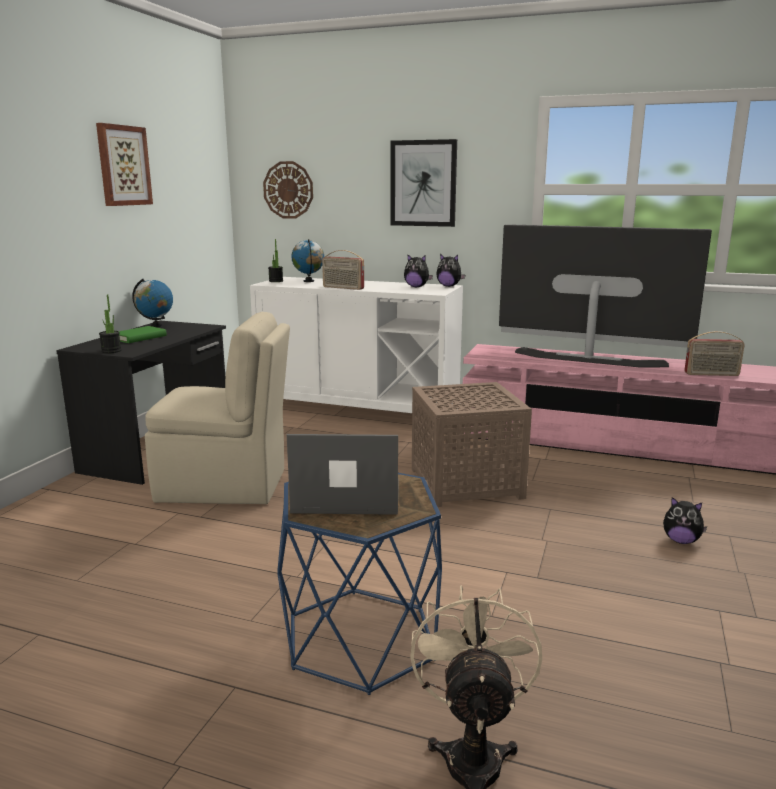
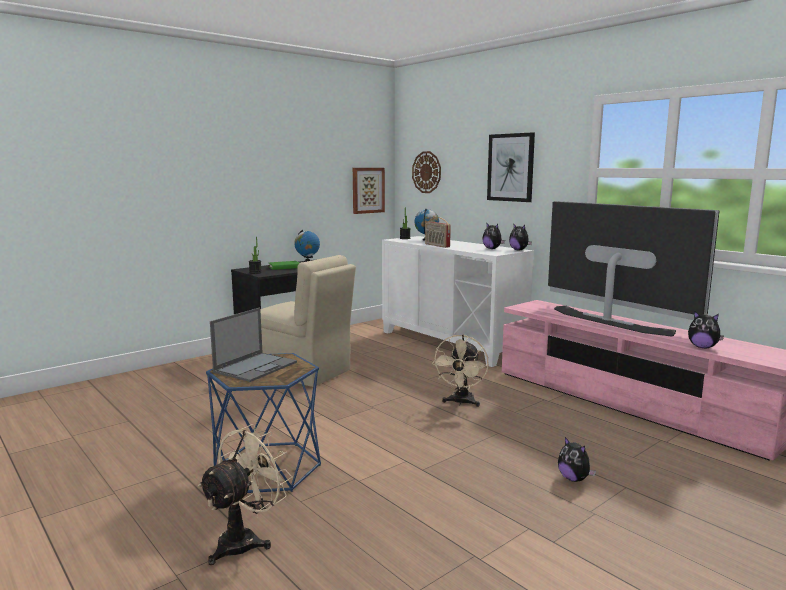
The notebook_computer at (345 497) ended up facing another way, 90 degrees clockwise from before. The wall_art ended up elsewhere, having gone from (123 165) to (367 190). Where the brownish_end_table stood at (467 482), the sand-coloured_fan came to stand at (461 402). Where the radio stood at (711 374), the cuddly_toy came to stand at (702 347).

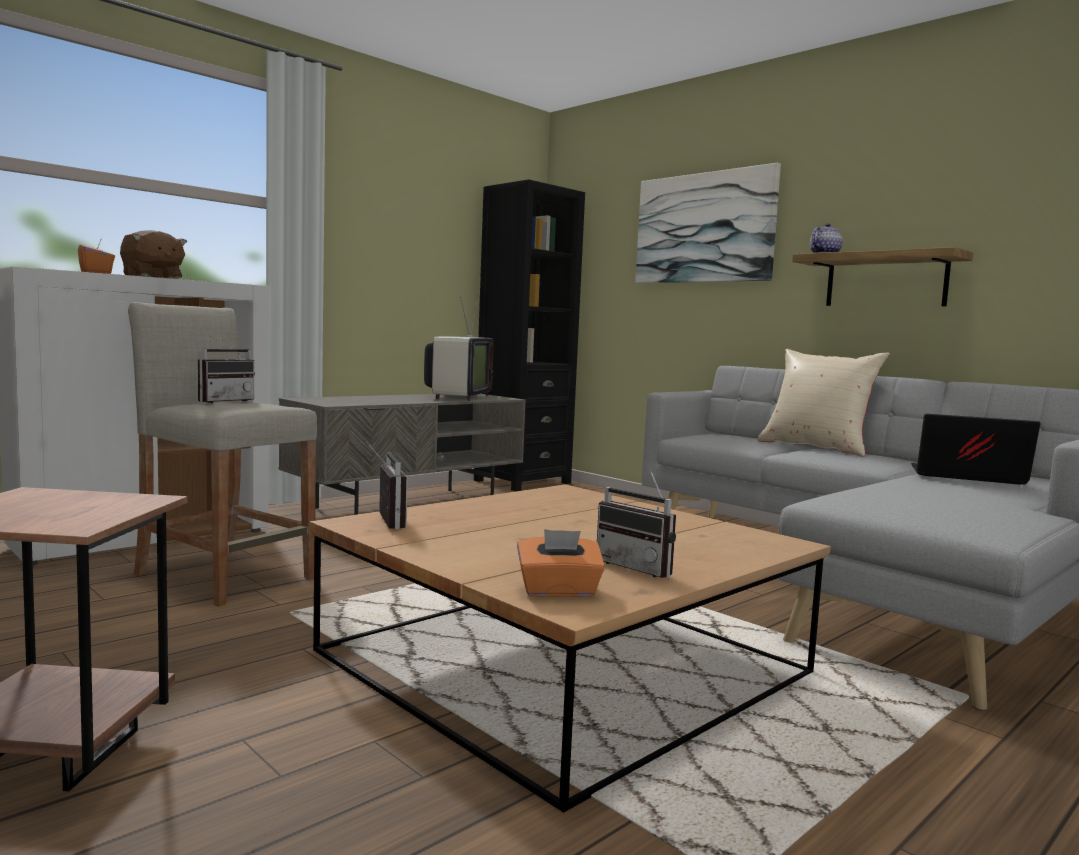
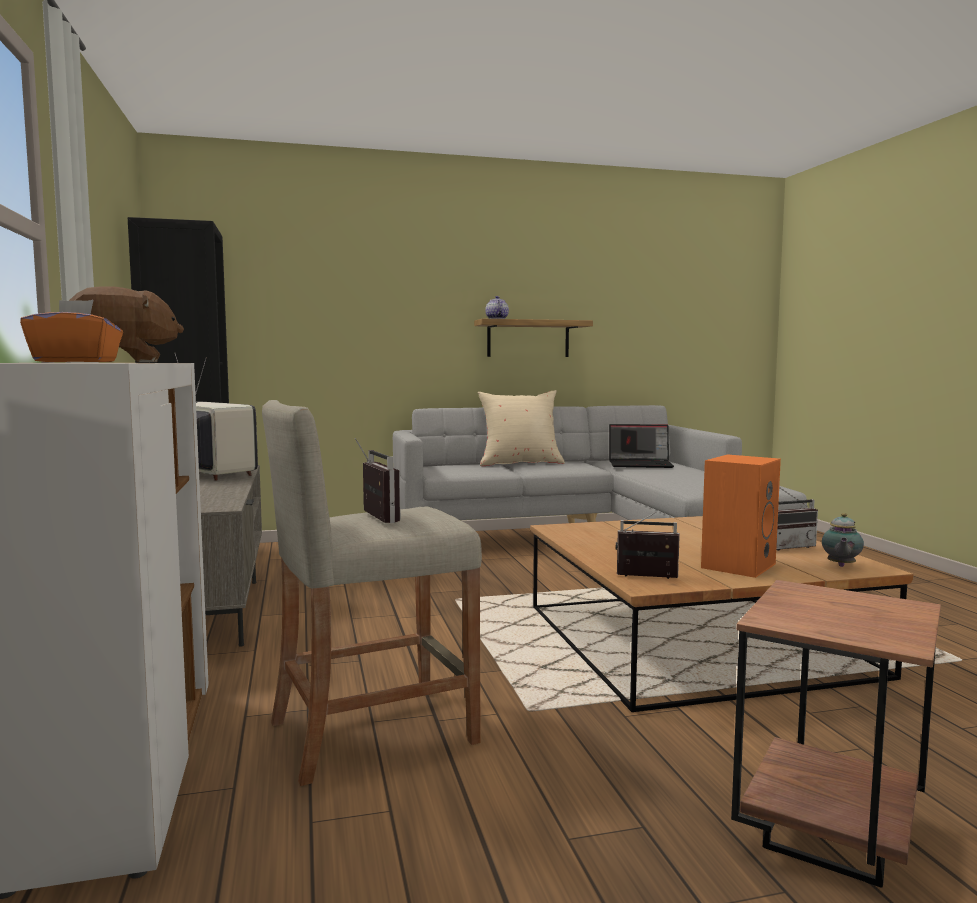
The notebook_computer at (965 477) ended up facing another way, 135 degrees counterclockwise from before. The second view gained the orange_loudspeaker at (737 565). Where the orange_tissue_box stood at (558 591), the tea_pot came to stand at (840 566). The second view lost the wall_art at (704 228).

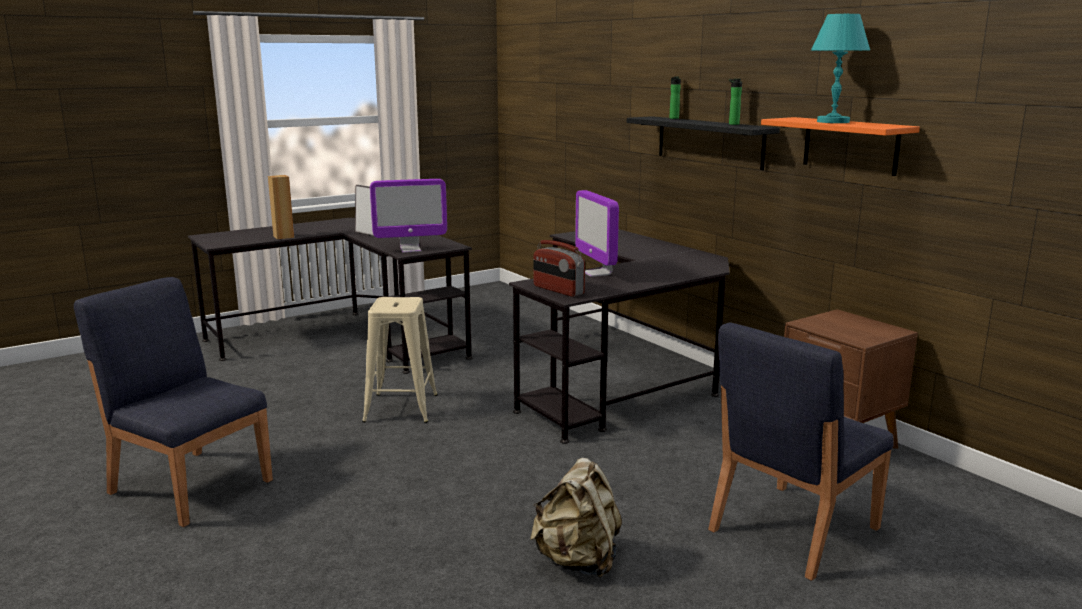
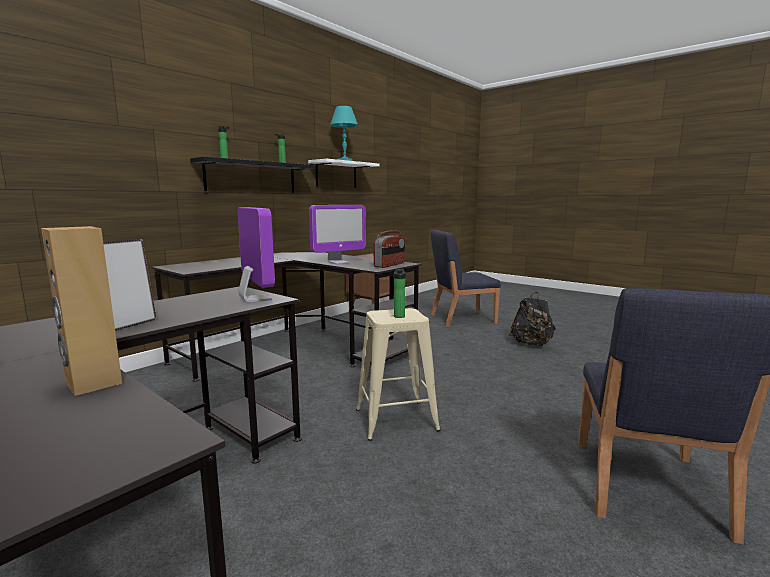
What was the orange_wall_shelf at (850 145) turned into the white-coloured_wall_shelf at (336 175). The second view gained the bottle at (399 316). The blue_chair at (792 529) ended up facing another way, 135 degrees clockwise from before. What was the sand-coloured_backpack at (578 561) turned into the blackish_backpack at (531 344).

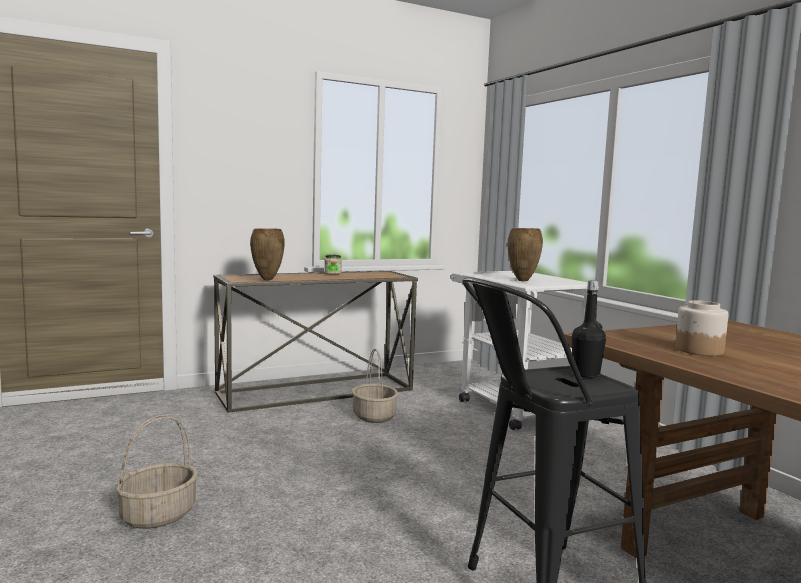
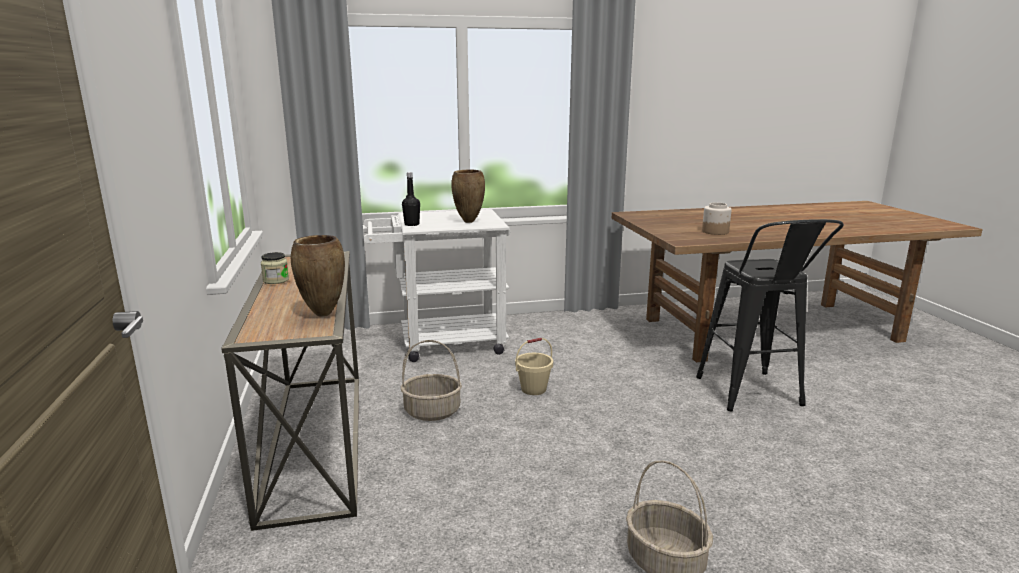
The blackish_bottle ended up elsewhere, having gone from (585 374) to (412 224). The second view gained the sand-coloured_bucket at (533 389).

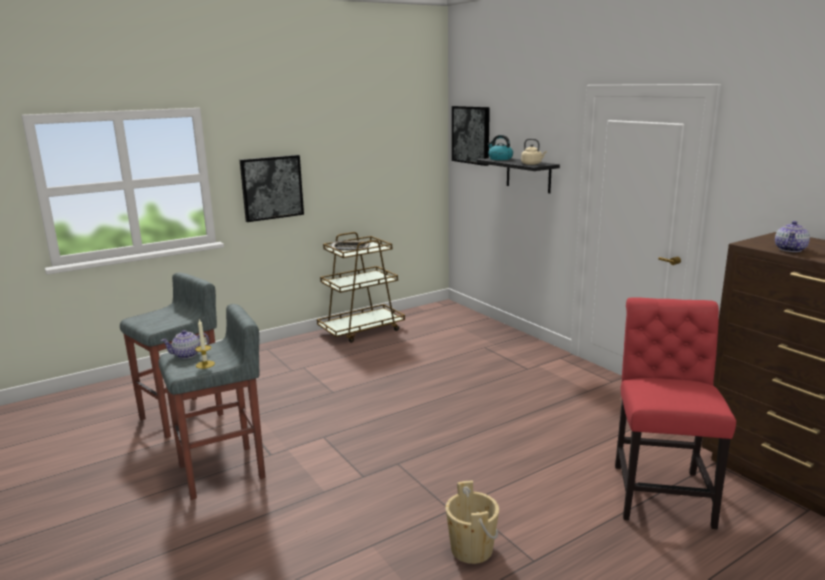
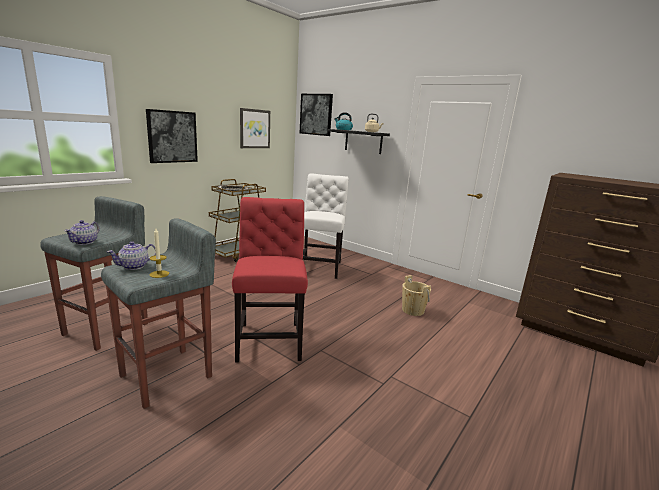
The tea_pot ended up elsewhere, having gone from (790 249) to (85 242). The red_chair ended up elsewhere, having gone from (660 491) to (270 339). The second view gained the wall_art at (254 129). The second view gained the white-coloured_chair at (320 267). The sand-coloured_bucket ended up elsewhere, having gone from (471 549) to (413 310).

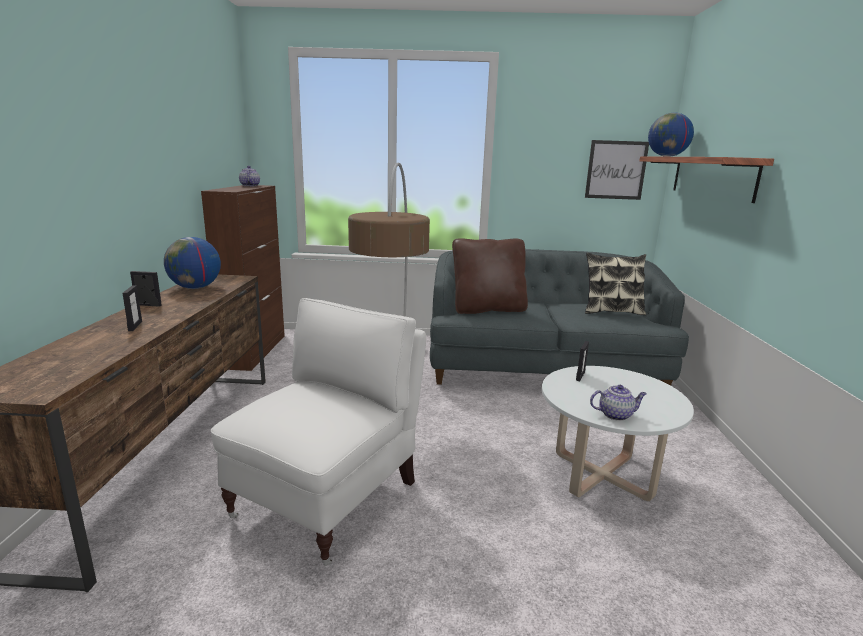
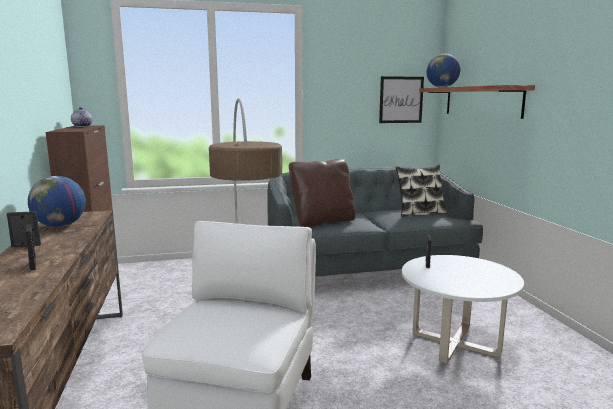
The second view lost the tea_pot at (616 415).

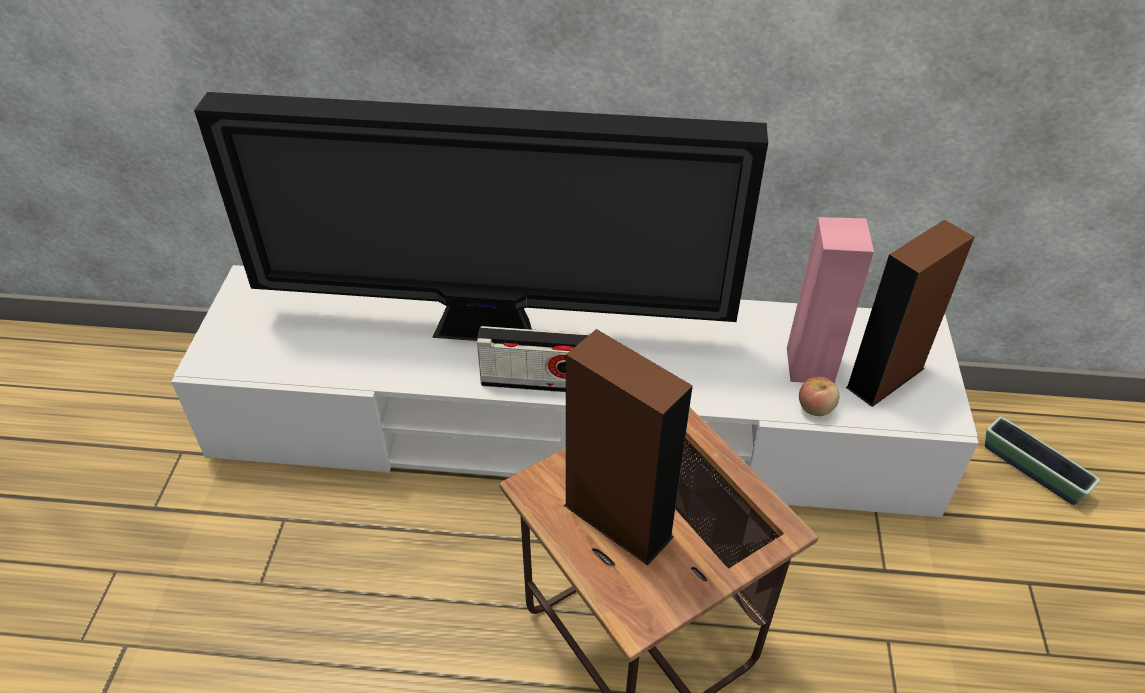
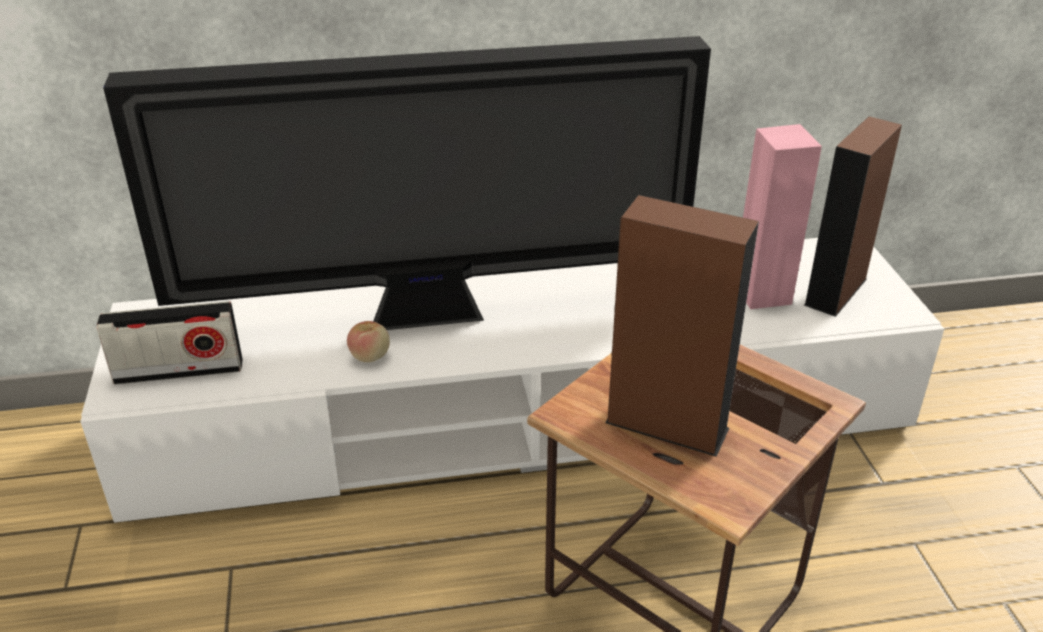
The radio ended up elsewhere, having gone from (537 382) to (179 371). The apple ended up elsewhere, having gone from (815 408) to (370 356). The second view lost the flower_pot at (1032 470).

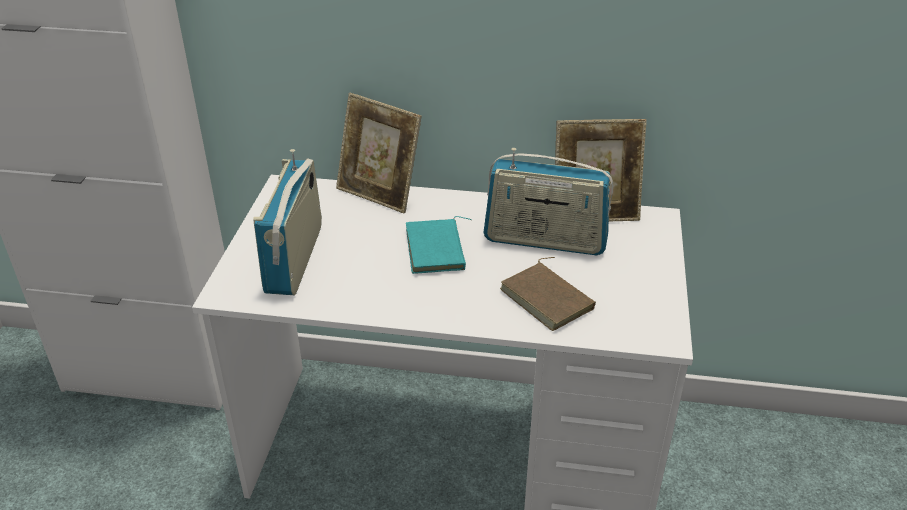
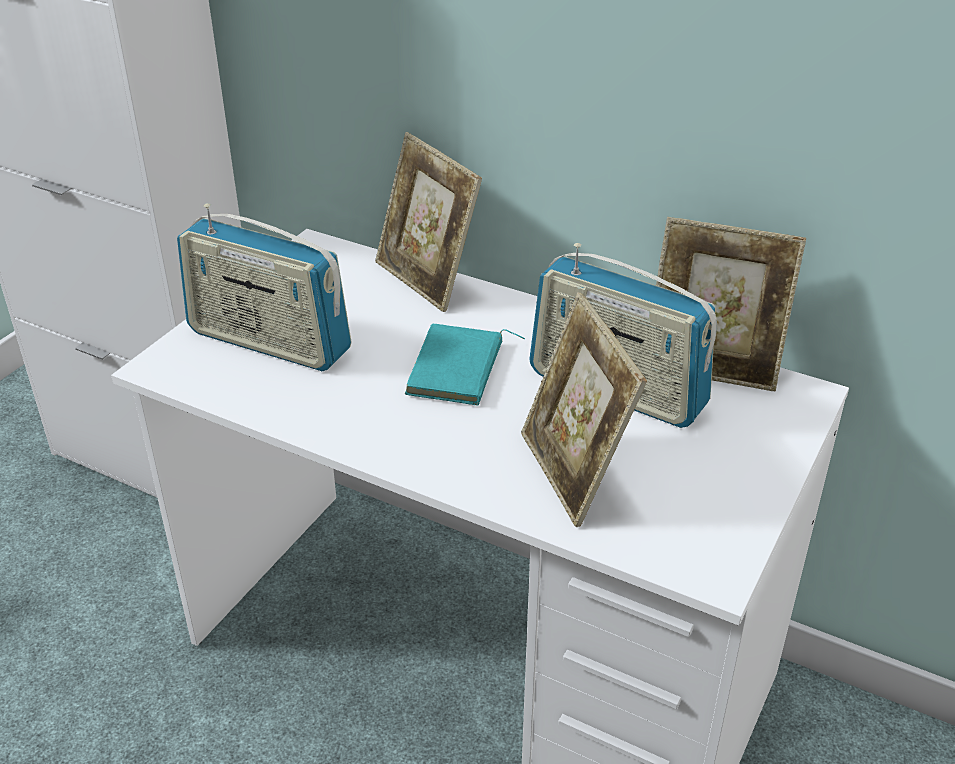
The radio at (295 259) ended up facing another way, 90 degrees counterclockwise from before. Where the brownish_book stood at (549 299), the photo_frame came to stand at (574 473).

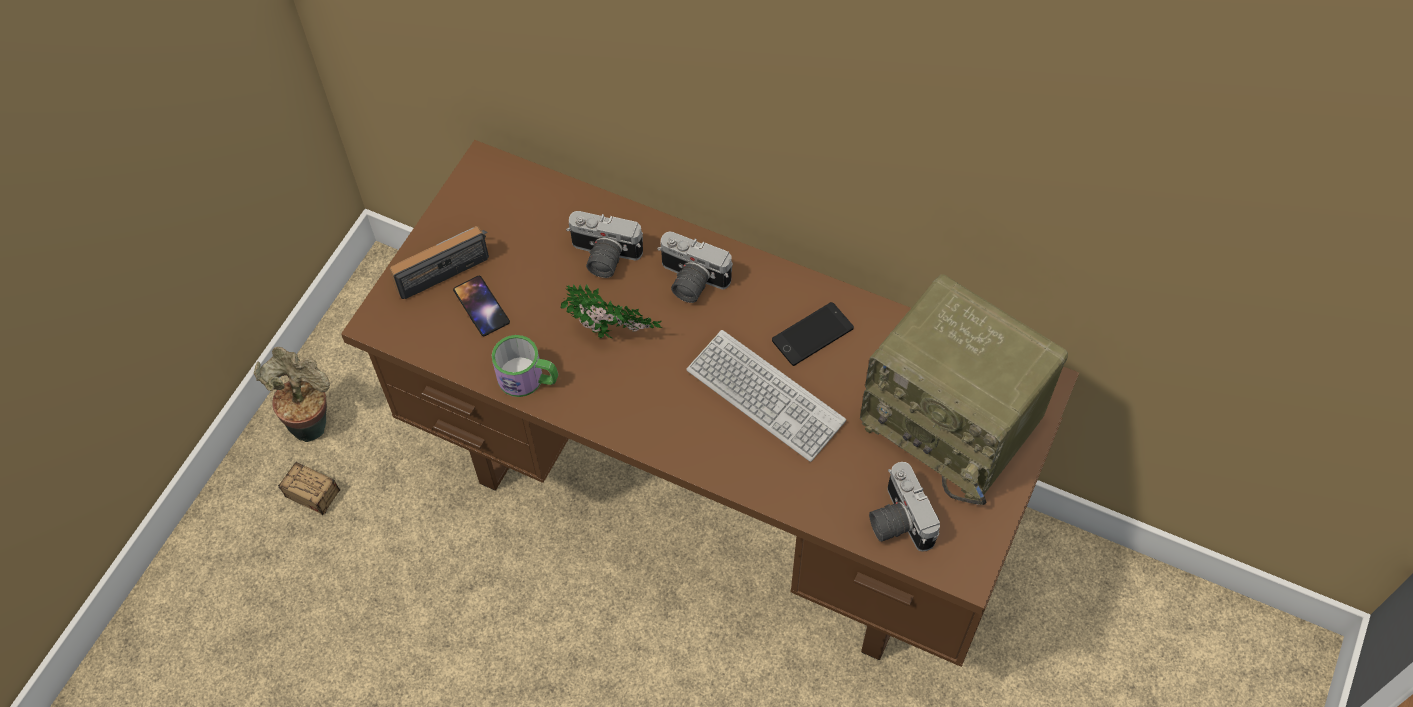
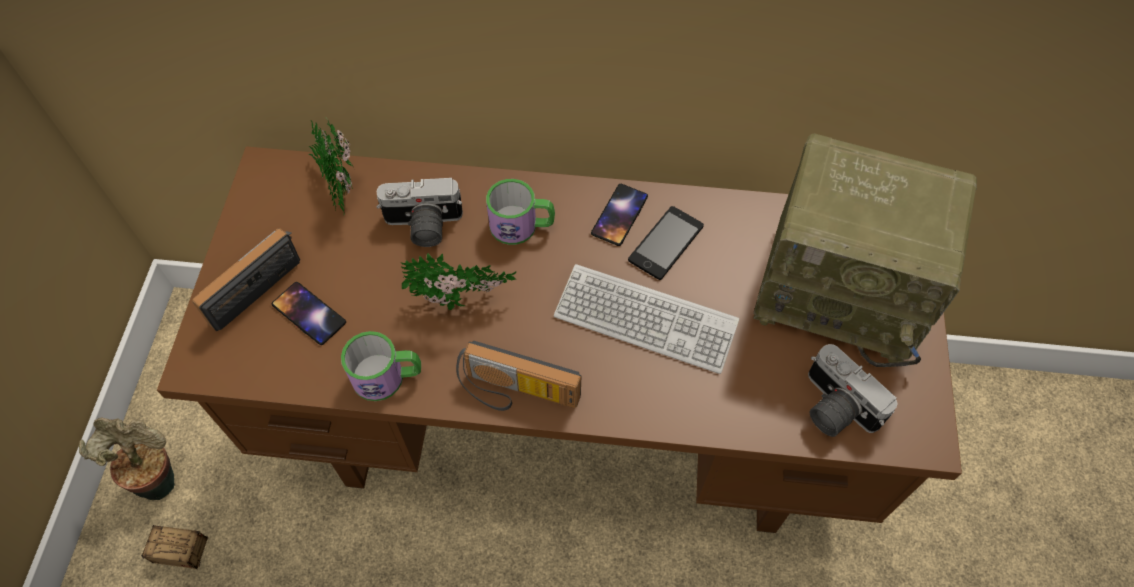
The second view gained the houseplant at (339 184). The second view gained the radio at (516 394). Where the photo_camera stood at (690 282), the mug came to stand at (522 226). The second view gained the handset at (620 215).

